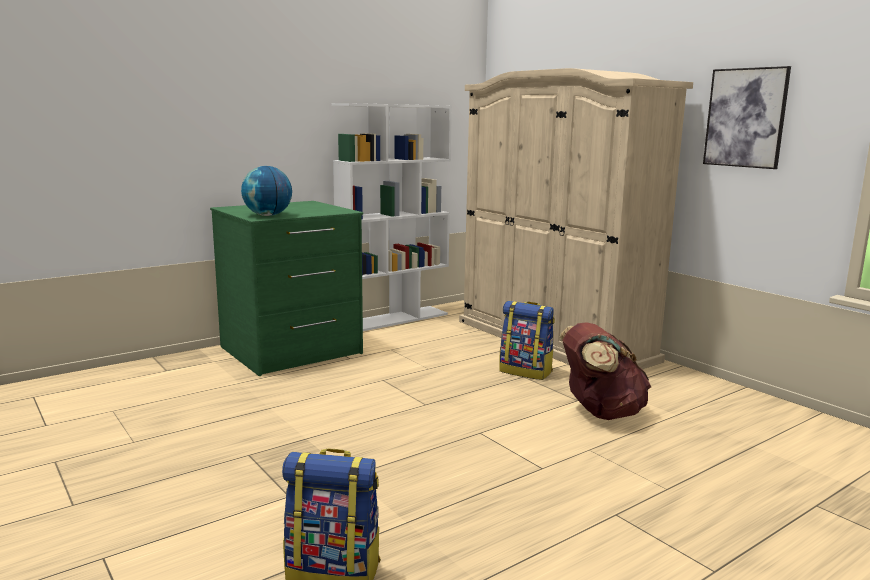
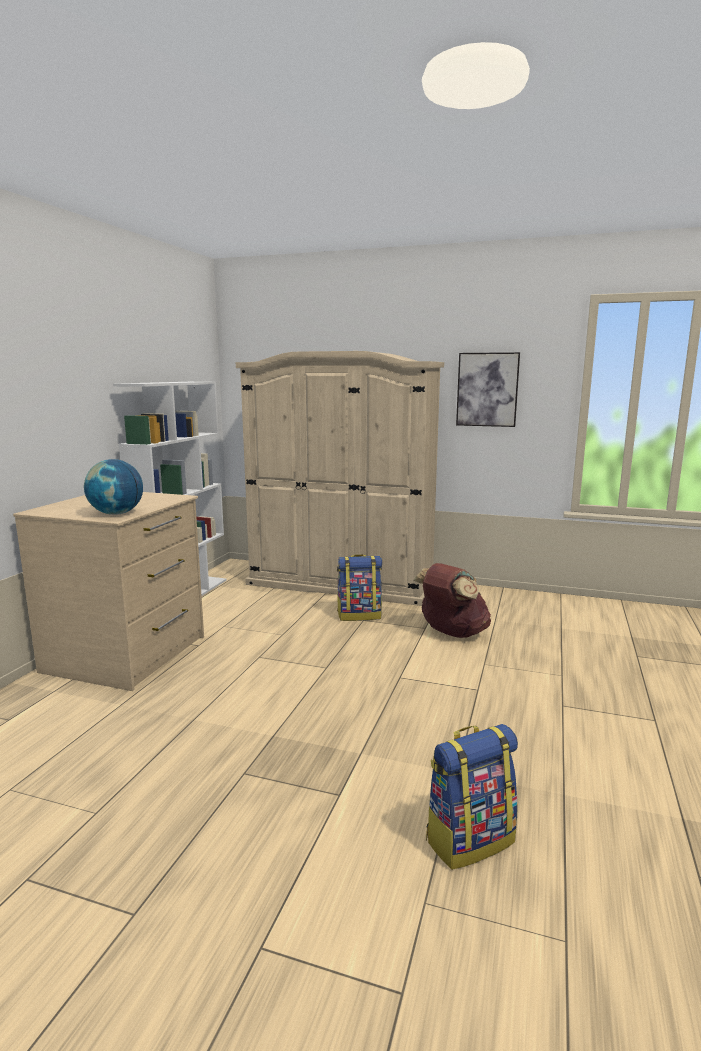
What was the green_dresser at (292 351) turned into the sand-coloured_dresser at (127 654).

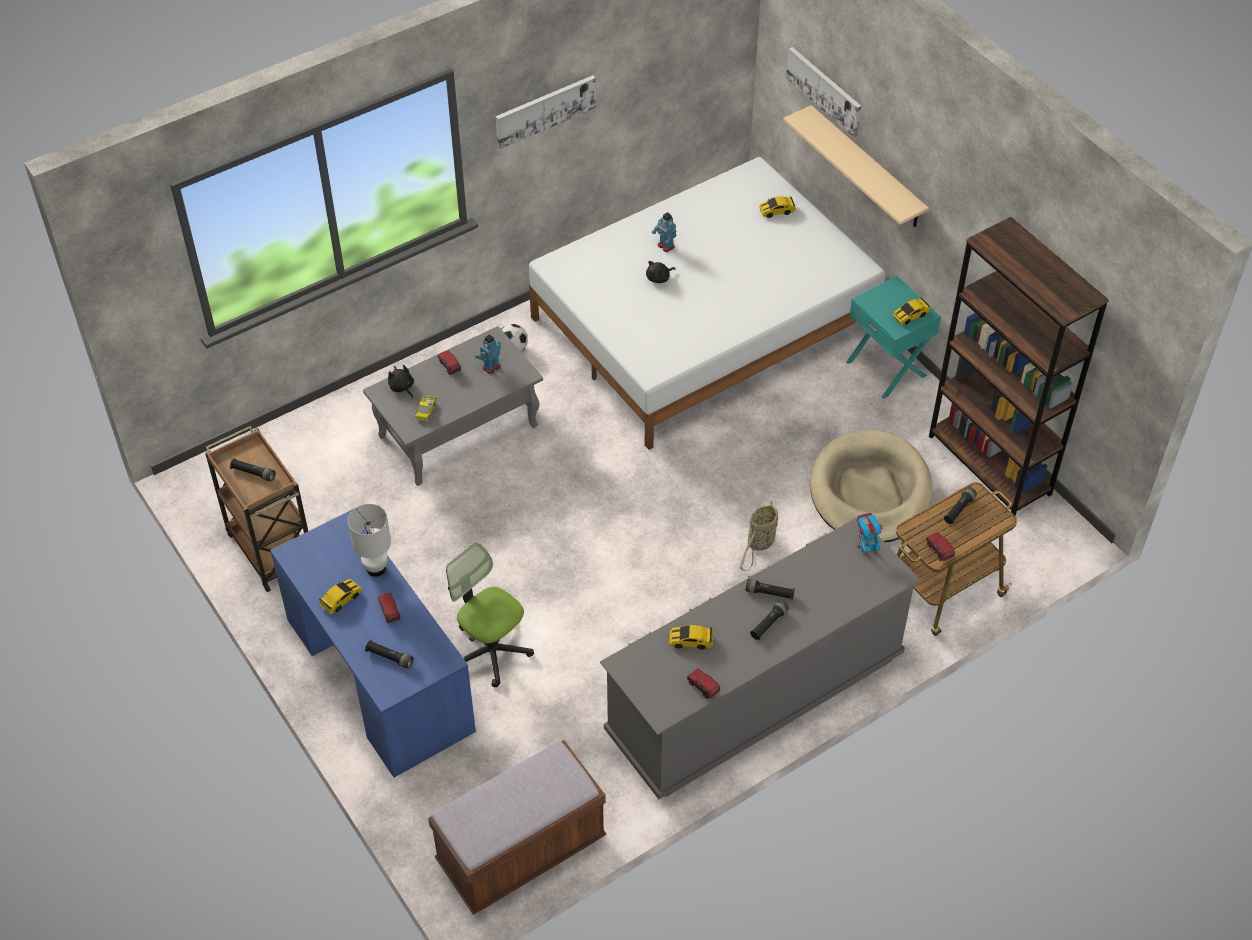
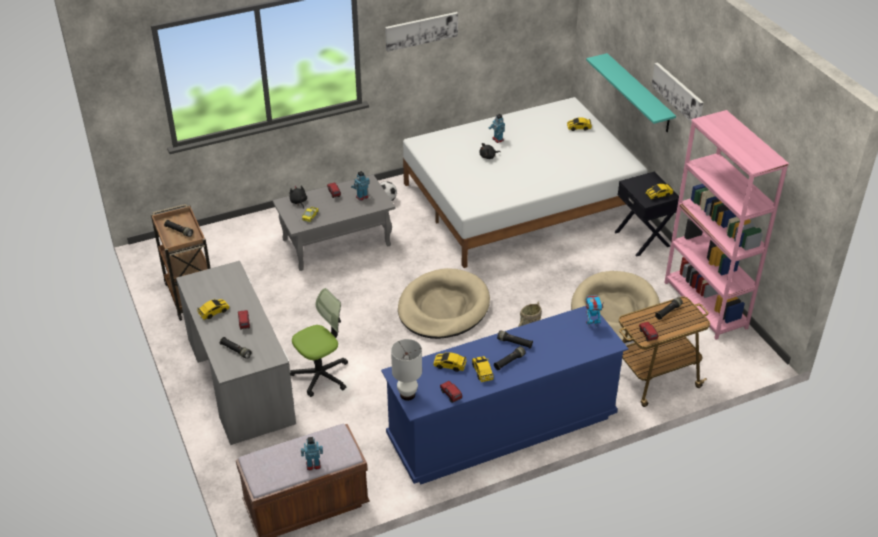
What was the blue_desk_table at (380 673) turned into the greyish_desk_table at (240 379). The office_chair at (490 651) ended up facing another way, 90 degrees clockwise from before. The second view gained the toy_robot at (313 464). What was the greyish_dresser at (755 695) turned into the blue_dresser at (502 427). The white-coloured_table_lamp ended up elsewhere, having gone from (375 569) to (407 395). The second view gained the sand-coloured_dog_cushion at (443 308). The second view gained the model_car at (482 372). What was the sand-coloured_wall_shelf at (866 168) turned into the turquoise_wall_shelf at (639 93). What was the turquoise_bedside_table at (887 368) turned into the blackish_bedside_table at (643 239). The wall_art ended up elsewhere, having gone from (824 90) to (678 93). What was the brownish_bookcase at (989 465) turned into the pinkish_bookcase at (705 305).

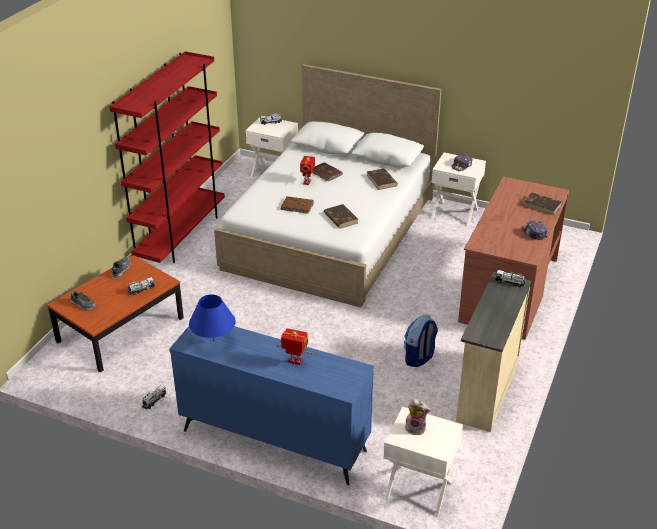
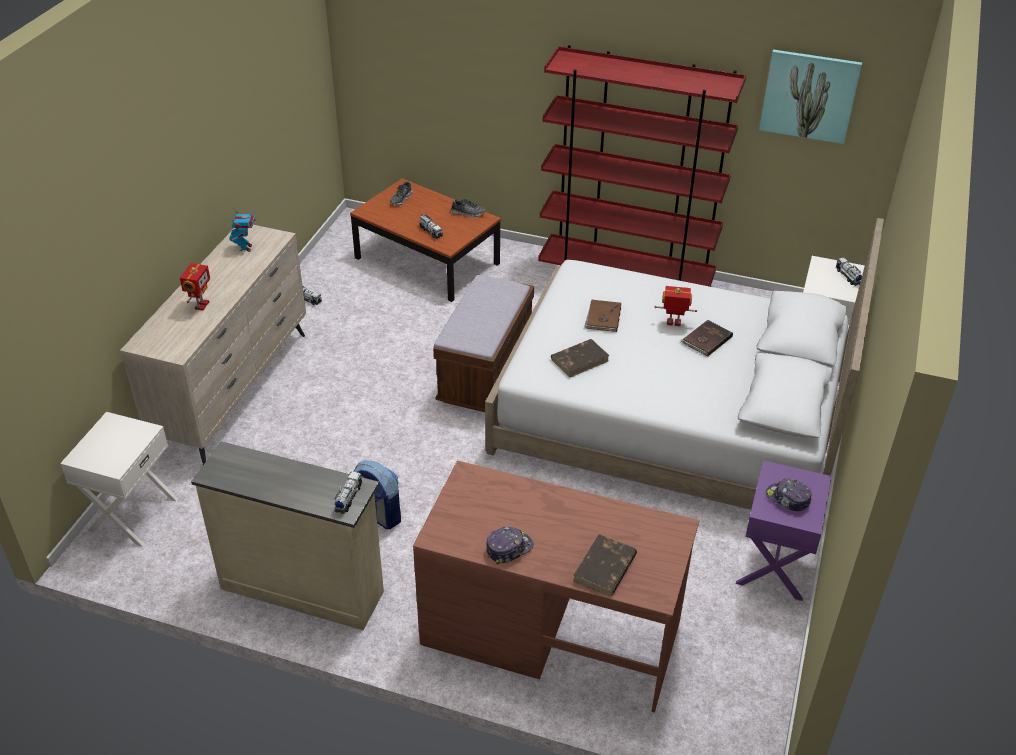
What was the blue_dresser at (273 440) turned into the sand-coloured_dresser at (235 390). Where the blue_table_lamp stood at (214 342), the toy_robot came to stand at (246 248). The second view gained the brownish_bench at (486 373). What was the white-coloured_bedside_table at (455 213) turned into the purple_bedside_table at (775 566). The second view gained the wall_art at (809 96). The second view lost the brownish_book at (382 181). The second view lost the cuddly_toy at (416 428).

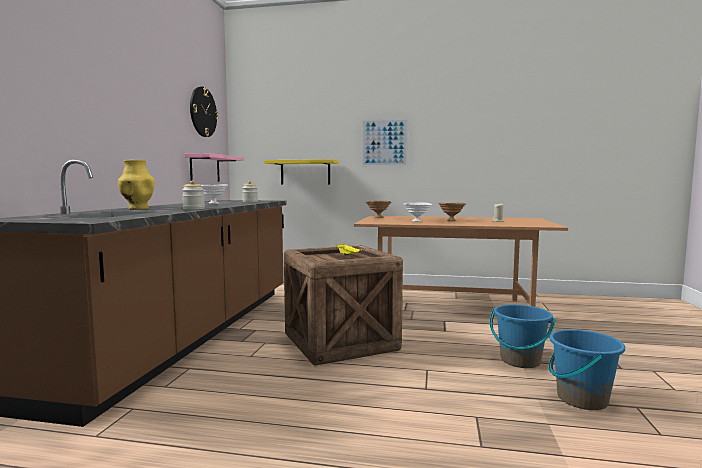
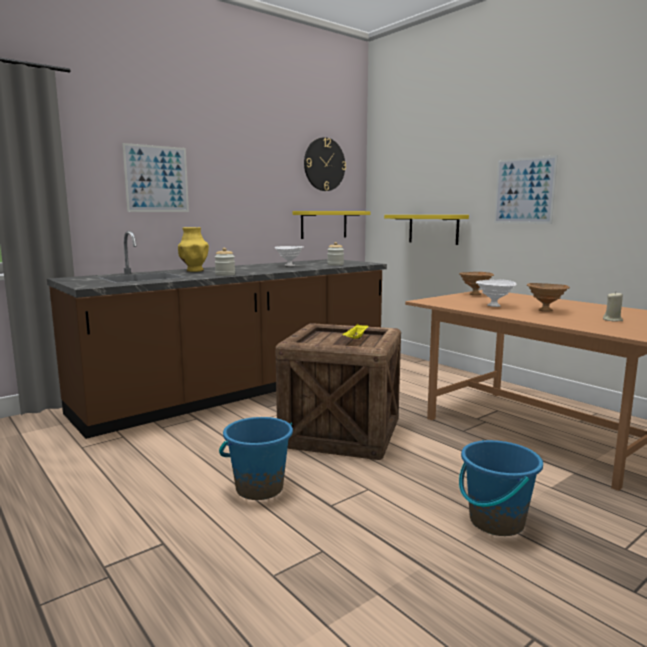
The second view gained the wall_art at (157 179). The blue_bucket ended up elsewhere, having gone from (581 399) to (259 488). What was the pinkish_wall_shelf at (205 168) turned into the yellowish_wall_shelf at (324 224).

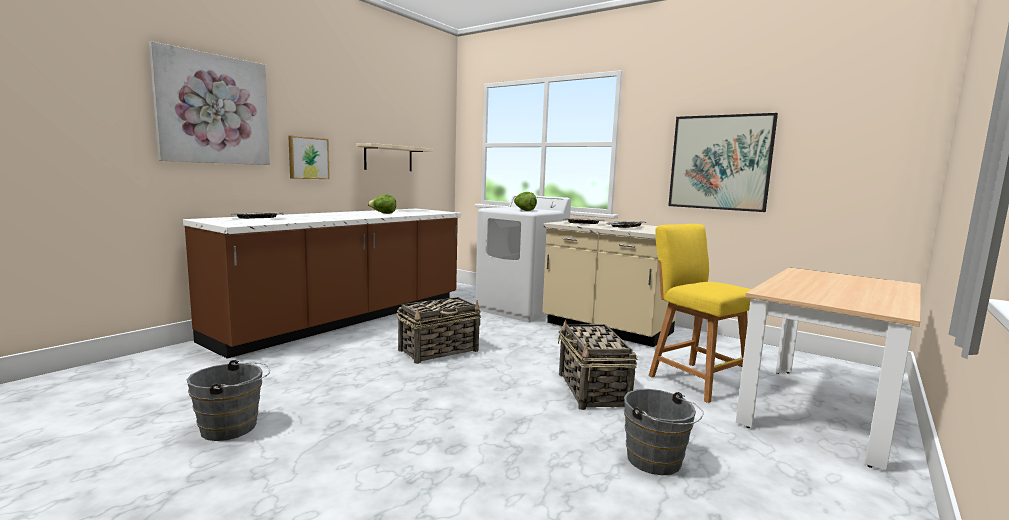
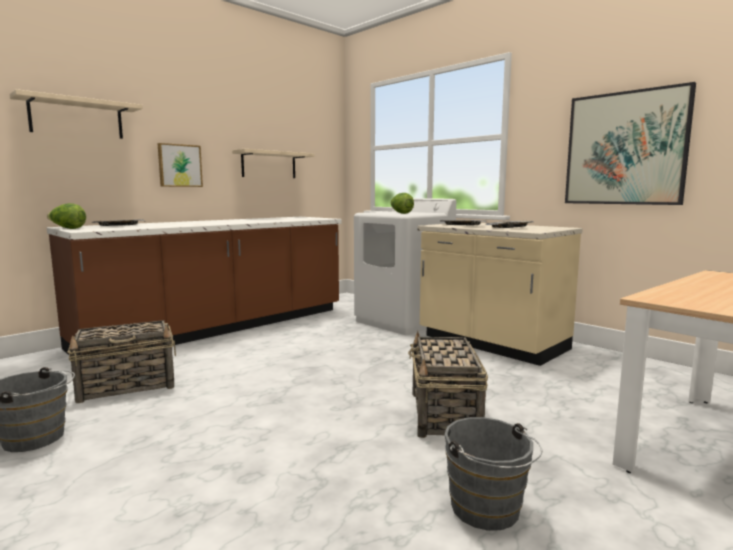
Where the wall_art hung at (214 109), the sand-coloured_wall_shelf came to hang at (77 118). The lettuce ended up elsewhere, having gone from (383 213) to (67 229). The basket ended up elsewhere, having gone from (439 350) to (128 386). The second view lost the yellowish_sitting_stool at (694 379).

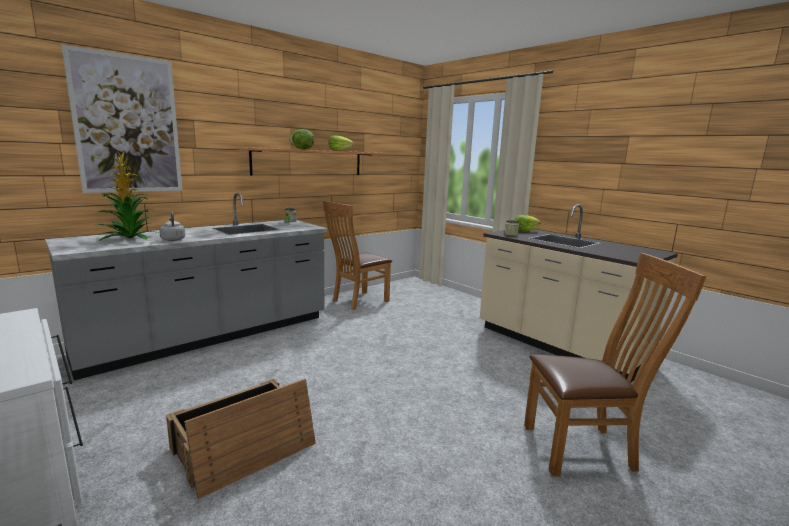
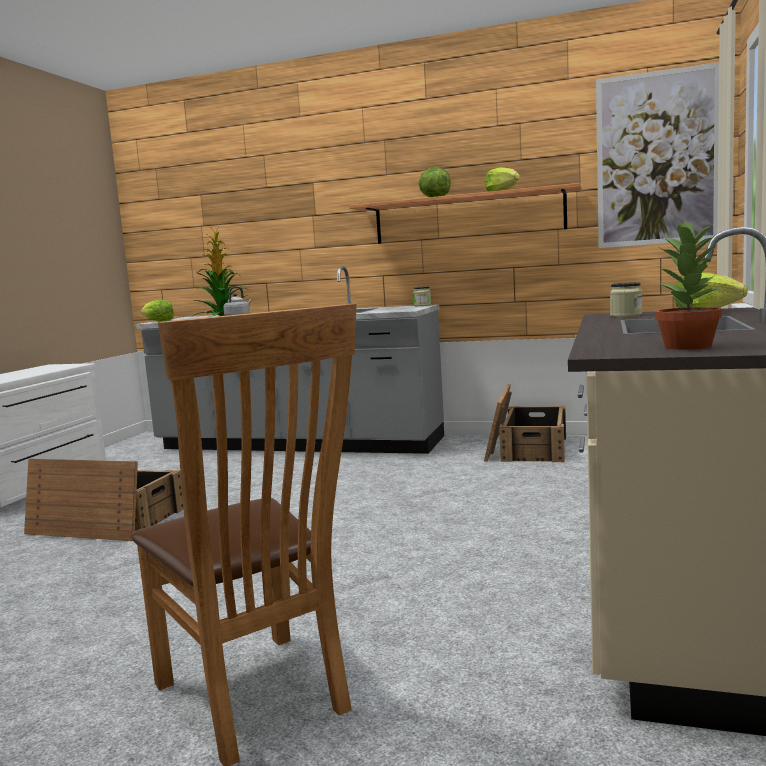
The second view gained the lettuce at (158 321). Where the brownish_chair stood at (357 301), the shipping_crate came to stand at (525 448). The wall_art ended up elsewhere, having gone from (128 125) to (656 159). The second view gained the houseplant at (689 346).

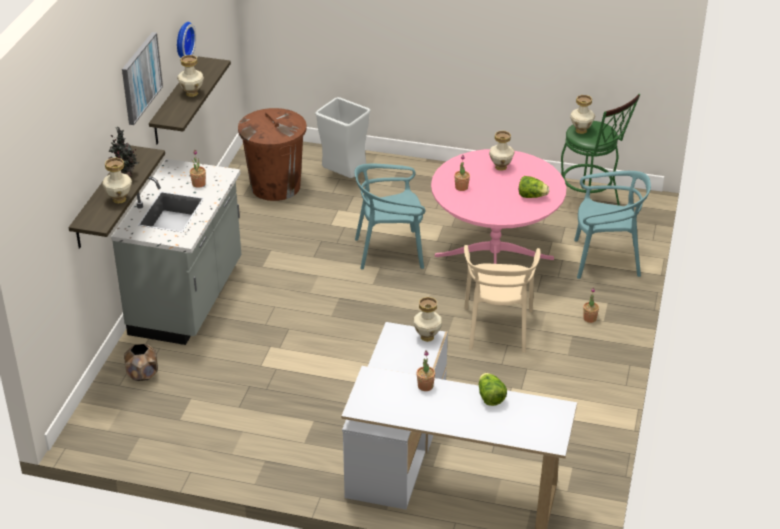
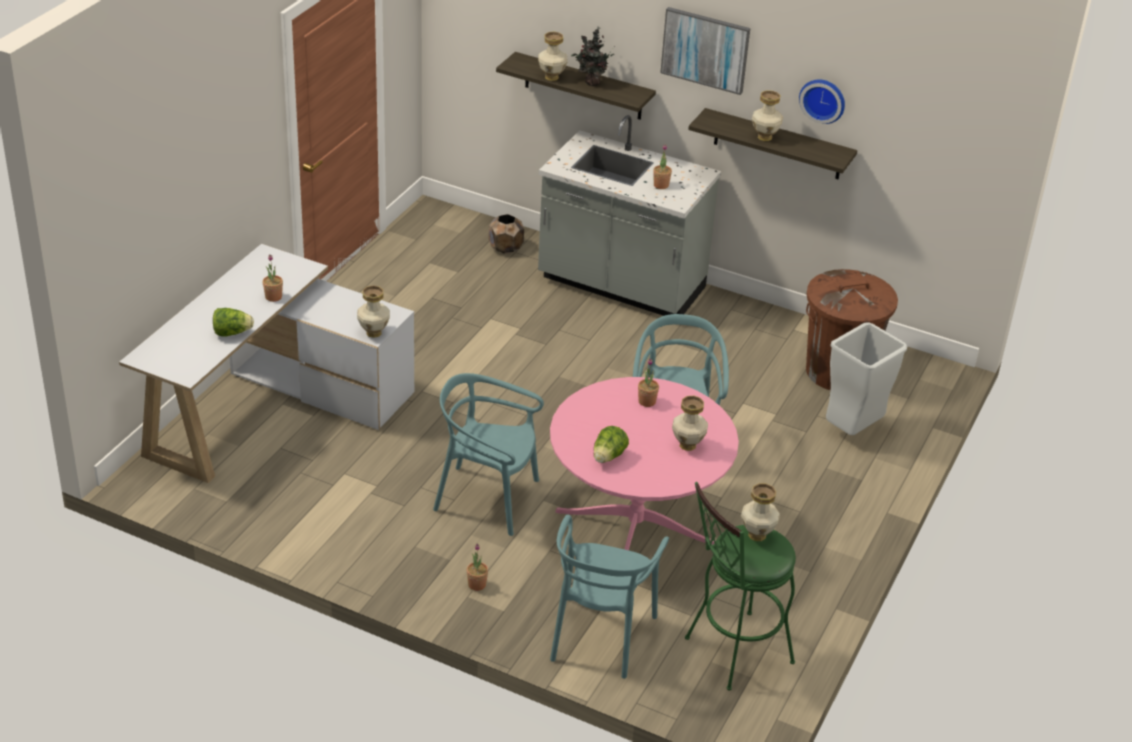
What was the sand-coloured_chair at (497 329) turned into the turquoise_chair at (487 498).

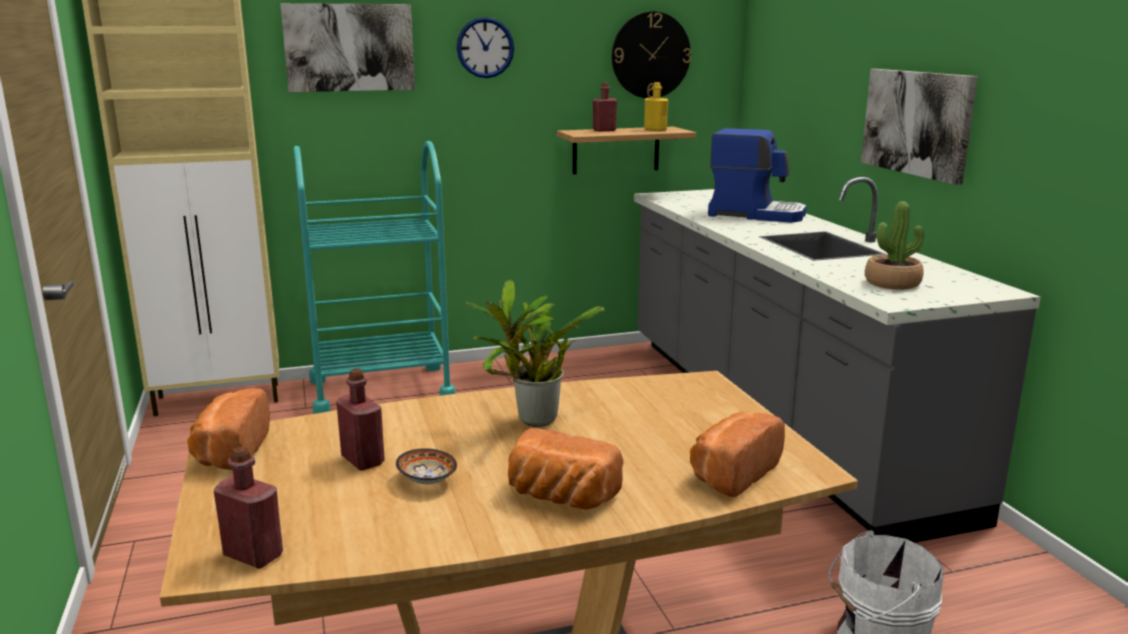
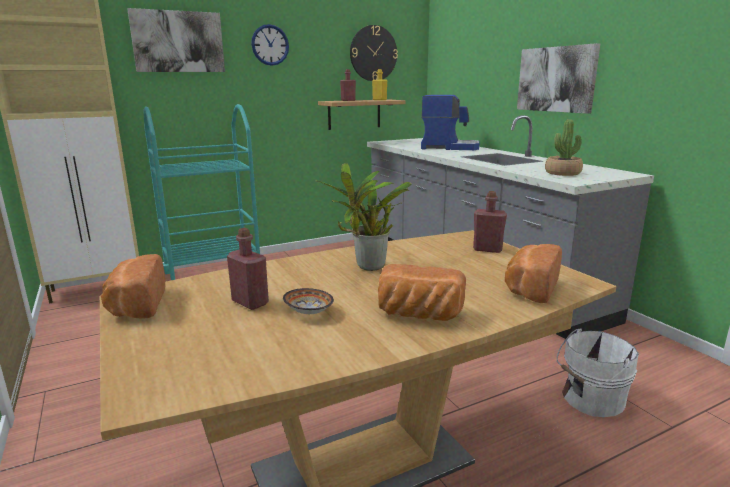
The red_bottle ended up elsewhere, having gone from (253 555) to (487 249).

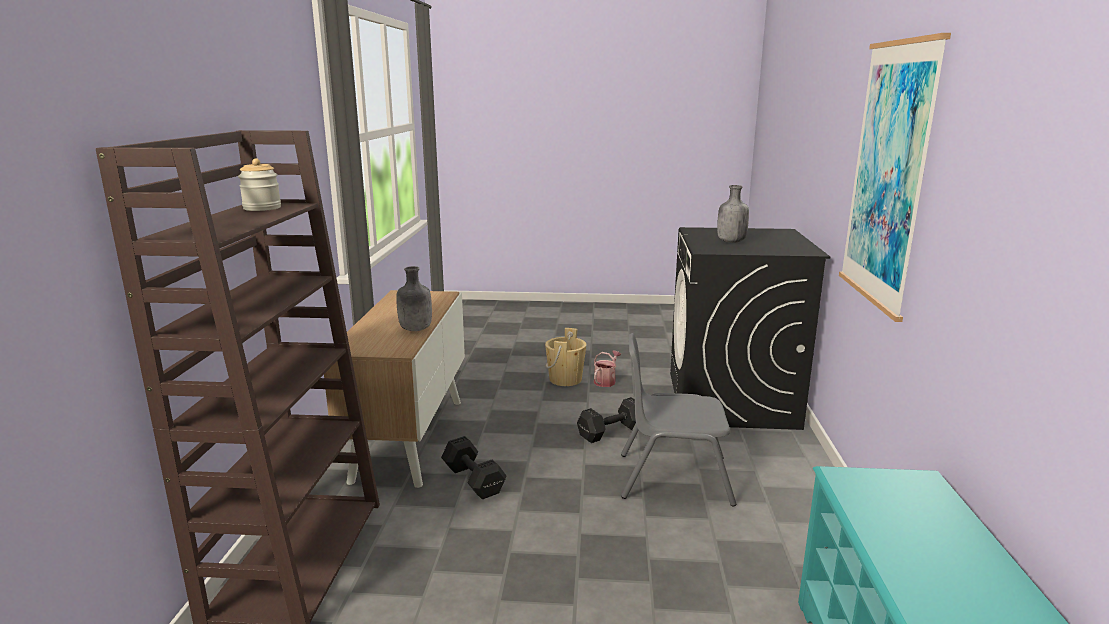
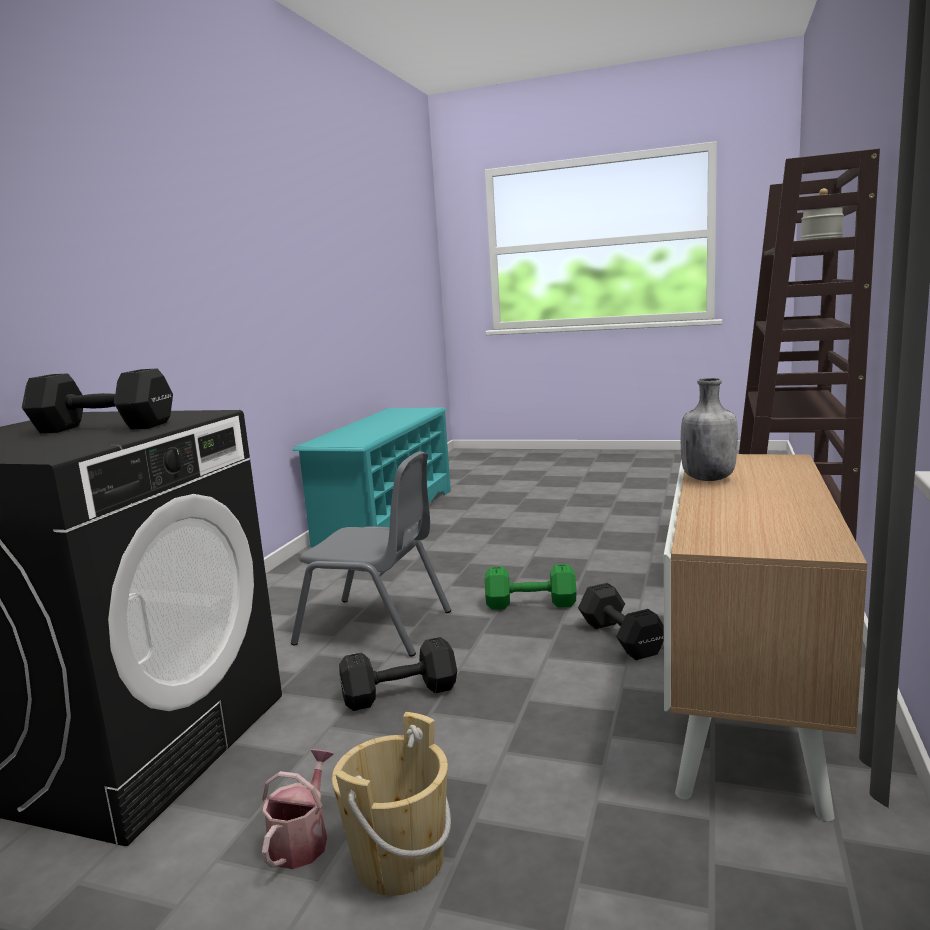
Where the greyish_bottle stood at (730 241), the blackish_hand_weight came to stand at (105 428). The watering_can at (606 381) ended up facing another way, 150 degrees clockwise from before. The second view gained the green_hand_weight at (528 603). The second view lost the wall_art at (888 175).

